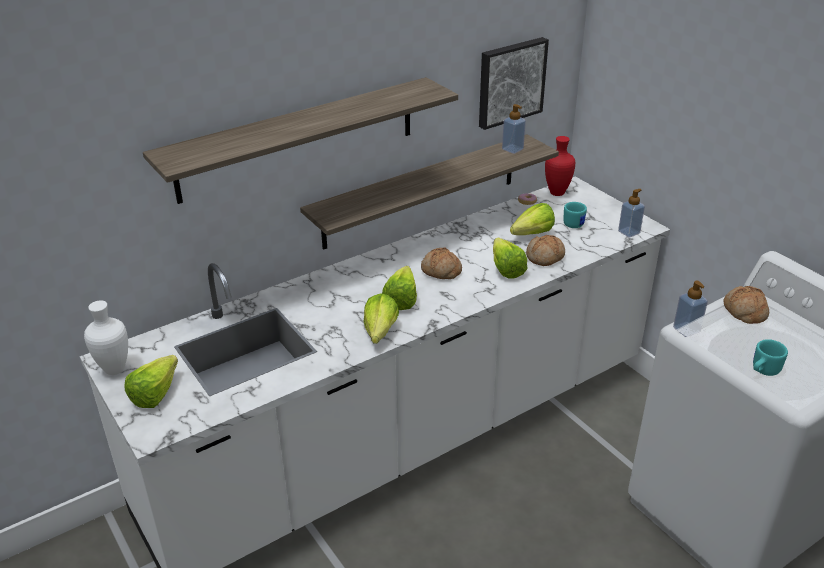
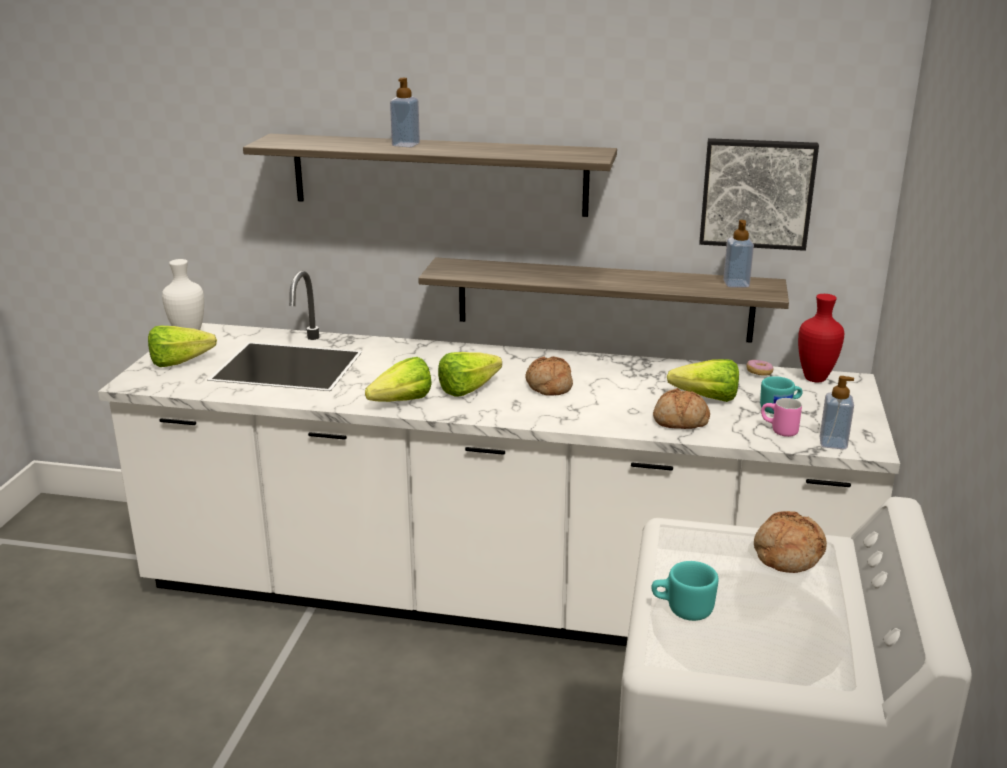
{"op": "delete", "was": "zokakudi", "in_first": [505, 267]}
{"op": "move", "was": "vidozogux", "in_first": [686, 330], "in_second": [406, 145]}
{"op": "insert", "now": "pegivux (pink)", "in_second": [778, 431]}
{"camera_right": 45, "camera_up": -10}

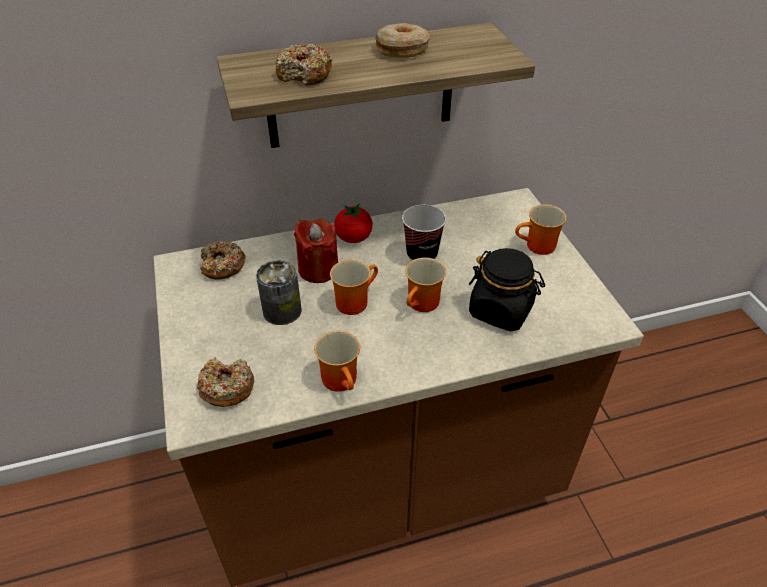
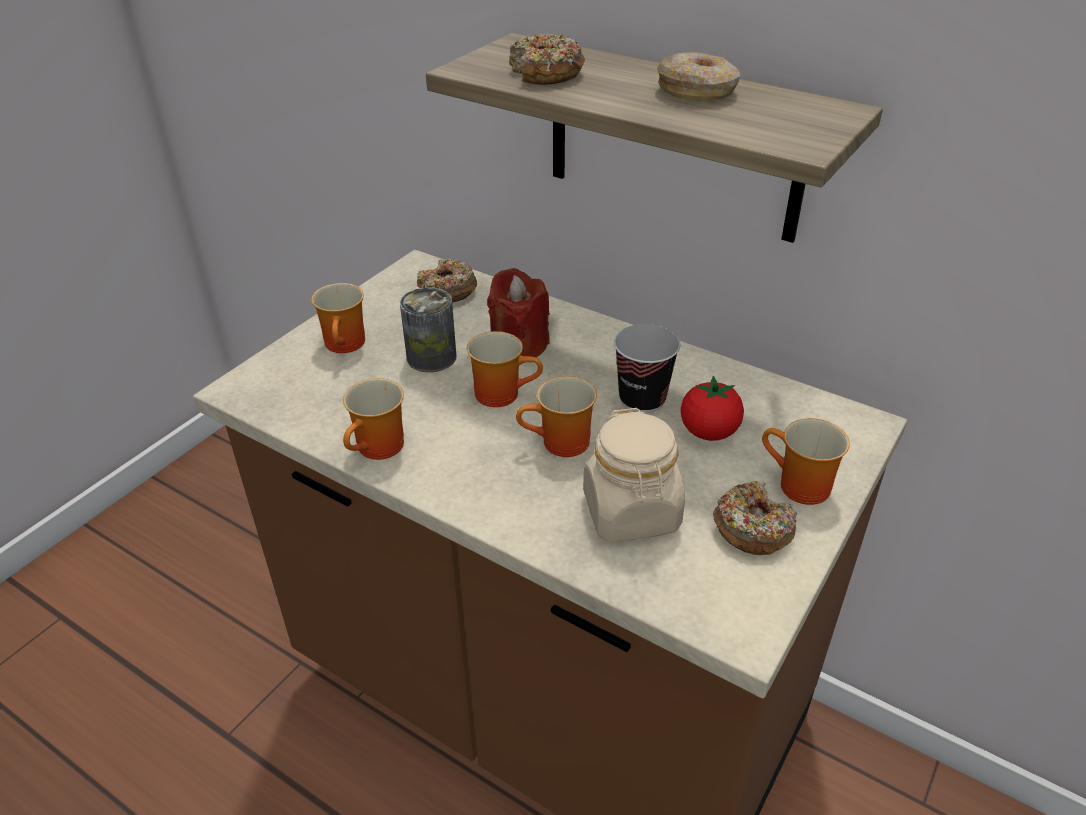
{"op": "move", "was": "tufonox", "in_first": [353, 238], "in_second": [708, 432]}
{"op": "recolor", "was": "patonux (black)", "now": "patonux (beige)", "in_first": [501, 310], "in_second": [631, 512]}
{"op": "move", "was": "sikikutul", "in_first": [227, 388], "in_second": [752, 528]}
{"op": "insert", "now": "pegivux", "in_second": [348, 345]}
{"camera_right": 50, "camera_up": -5}

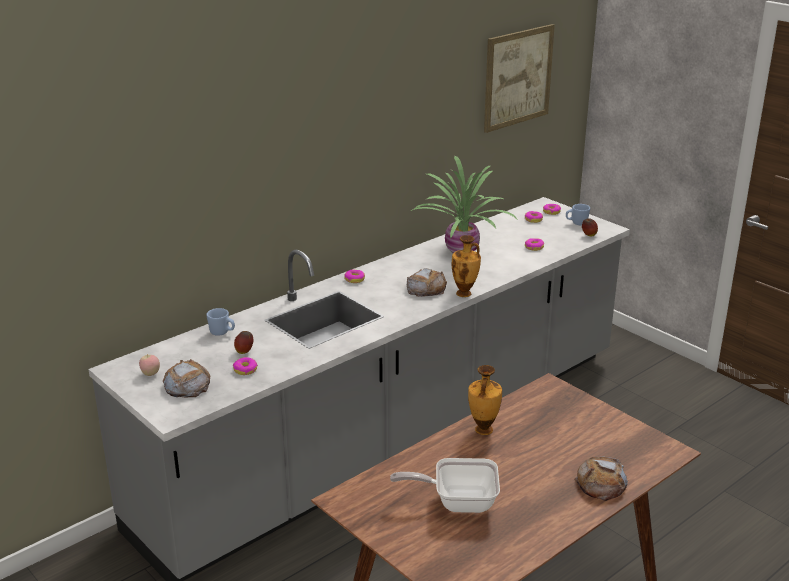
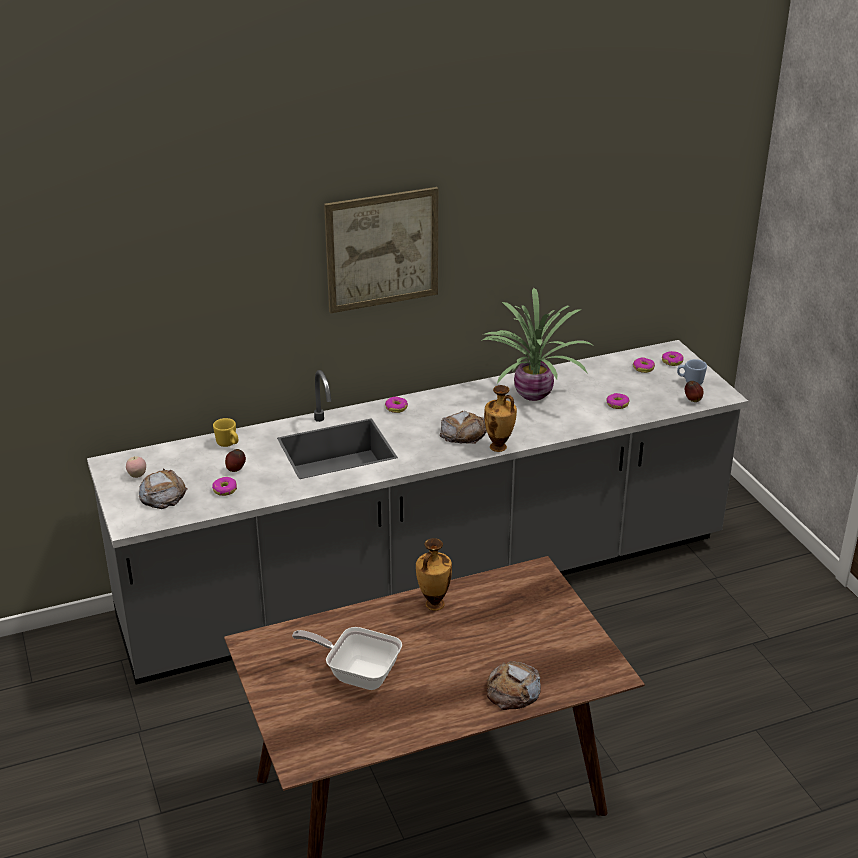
{"op": "move", "was": "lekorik", "in_first": [518, 77], "in_second": [382, 249]}
{"op": "recolor", "was": "pegivux (blue)", "now": "pegivux (yellow)", "in_first": [222, 333], "in_second": [228, 444]}
{"camera_right": 20, "camera_up": 5}

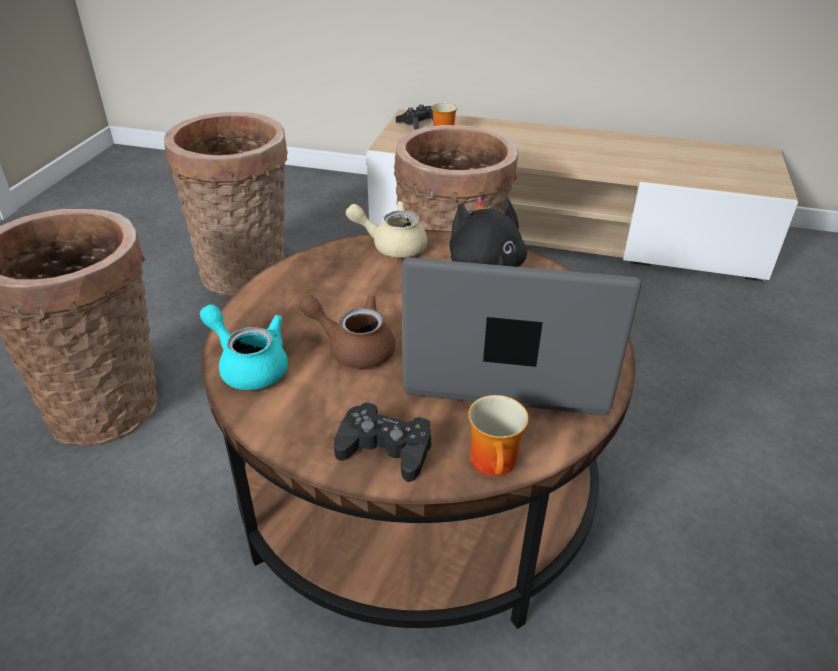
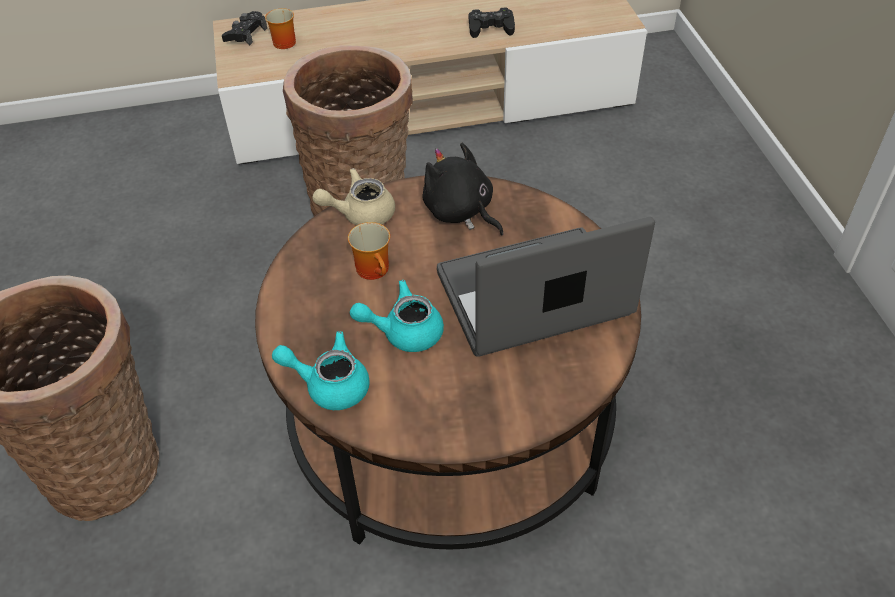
{"op": "delete", "was": "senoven", "in_first": [248, 274]}
{"op": "recolor", "was": "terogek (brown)", "now": "terogek (turquoise)", "in_first": [353, 347], "in_second": [403, 332]}
{"op": "move", "was": "pegivux", "in_first": [497, 463], "in_second": [376, 270]}
{"op": "move", "was": "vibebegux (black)", "in_first": [385, 449], "in_second": [491, 28]}
{"camera_right": -25, "camera_up": 10}

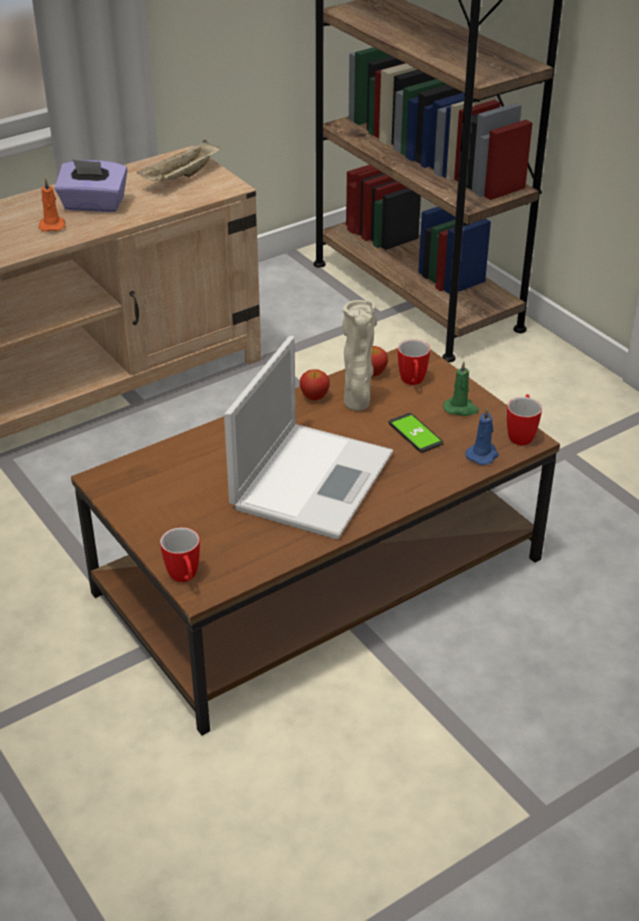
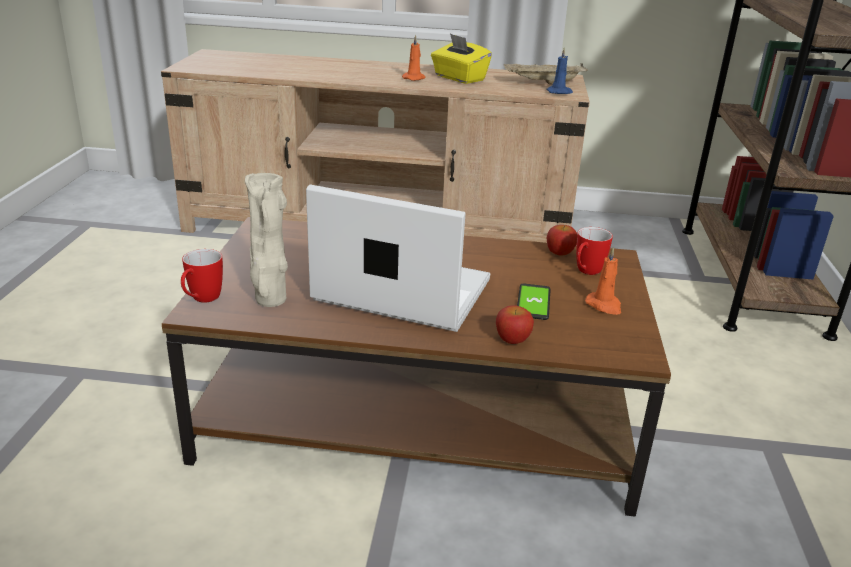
{"op": "recolor", "was": "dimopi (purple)", "now": "dimopi (yellow)", "in_first": [94, 205], "in_second": [459, 78]}
{"op": "move", "was": "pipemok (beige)", "in_first": [357, 404], "in_second": [270, 301]}
{"op": "rotate", "was": "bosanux", "in_first": [313, 478], "in_second": [399, 290], "clockwise": -135}
{"op": "recolor", "was": "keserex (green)", "now": "keserex (orange)", "in_first": [461, 409], "in_second": [604, 305]}
{"op": "move", "was": "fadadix", "in_first": [314, 397], "in_second": [512, 340]}
{"op": "delete", "was": "pegivux", "in_first": [521, 434]}
{"op": "move", "was": "keserex (blue)", "in_first": [483, 455], "in_second": [559, 92]}
{"camera_right": 40, "camera_up": -10}

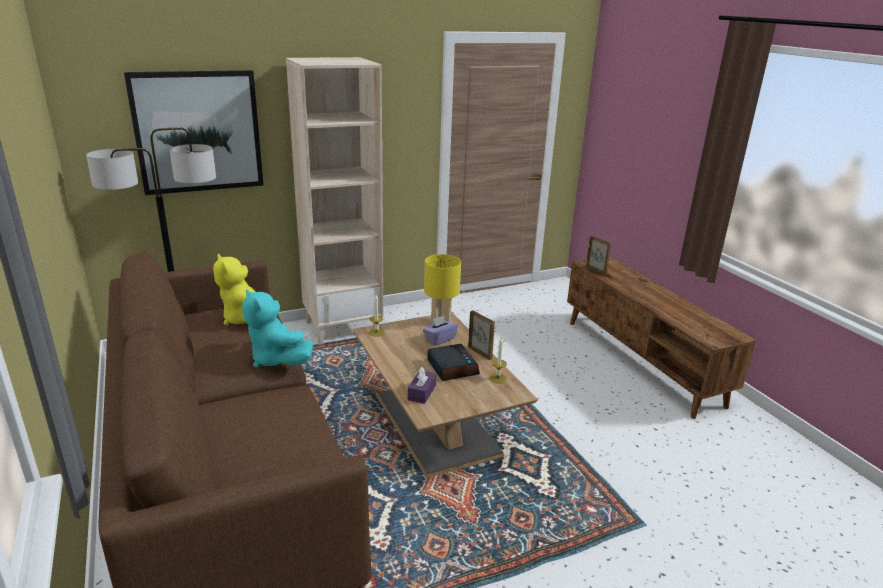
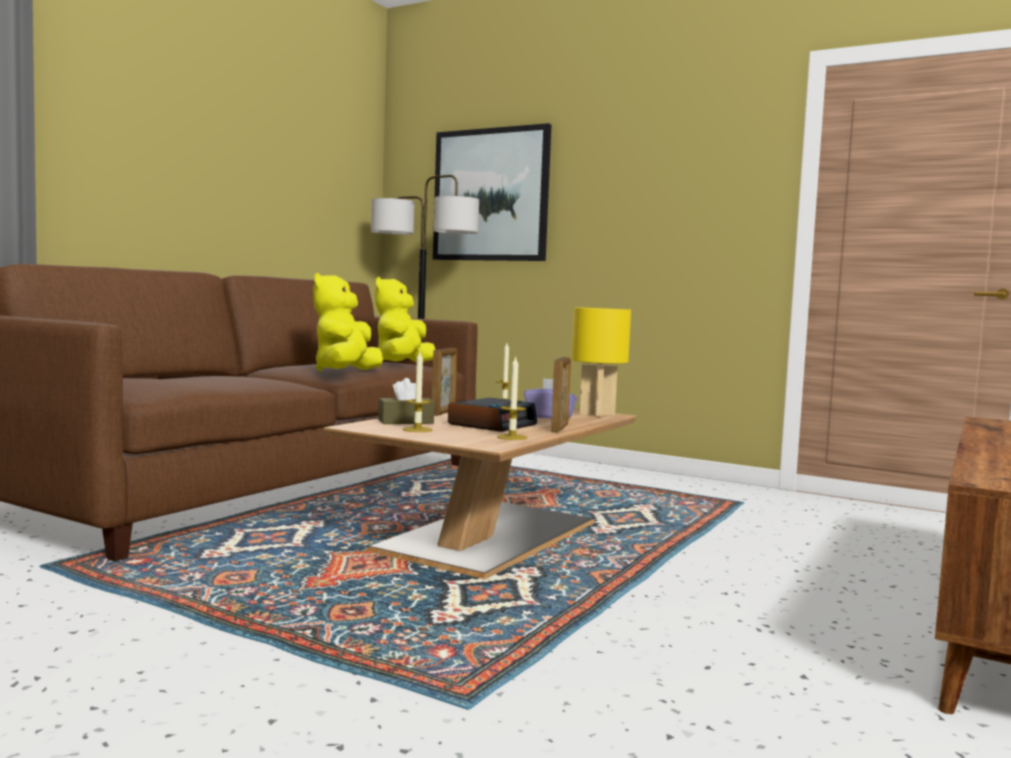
{"op": "delete", "was": "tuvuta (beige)", "in_first": [343, 327]}
{"op": "move", "was": "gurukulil", "in_first": [596, 270], "in_second": [444, 412]}
{"op": "recolor", "was": "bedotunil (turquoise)", "now": "bedotunil (yellow)", "in_first": [276, 359], "in_second": [345, 372]}
{"op": "recolor", "was": "dimopi (purple)", "now": "dimopi (brown)", "in_first": [421, 392], "in_second": [405, 422]}
{"op": "insert", "now": "keserex", "in_second": [417, 429]}
{"camera_right": 55, "camera_up": -20}

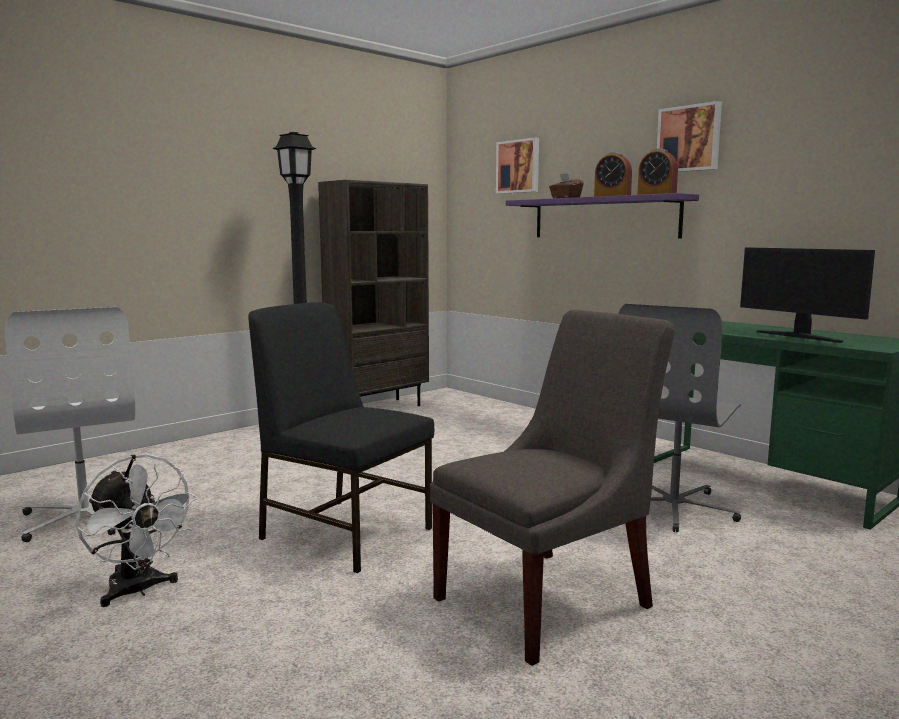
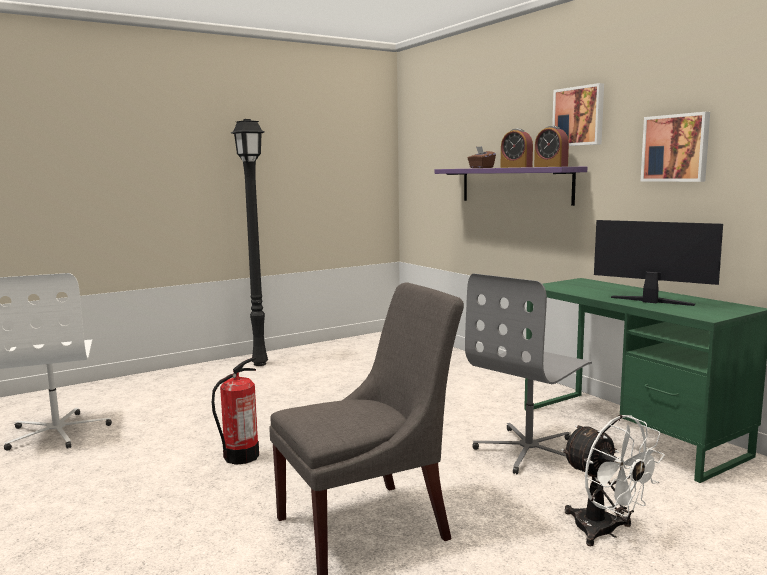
{"op": "move", "was": "lekorik", "in_first": [519, 166], "in_second": [676, 148]}
{"op": "delete", "was": "tuvuta (brown)", "in_first": [378, 408]}
{"op": "rotate", "was": "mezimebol", "in_first": [799, 336], "in_second": [651, 301], "clockwise": 150}
{"op": "replace", "was": "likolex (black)", "now": "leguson", "in_first": [345, 532], "in_second": [241, 456]}
{"op": "move", "was": "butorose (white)", "in_first": [138, 590], "in_second": [605, 532]}
{"camera_right": 10, "camera_up": 0}

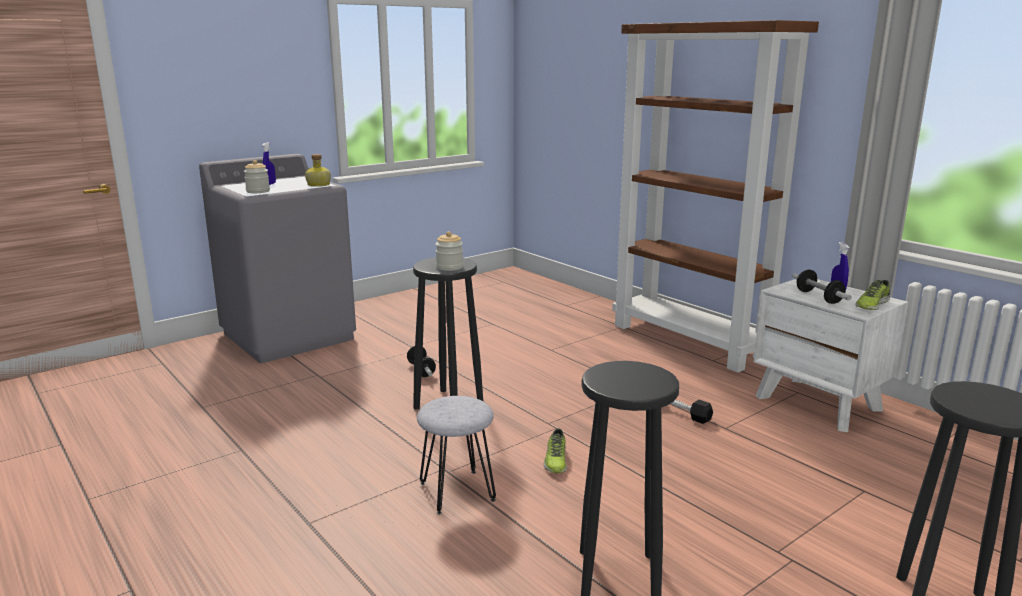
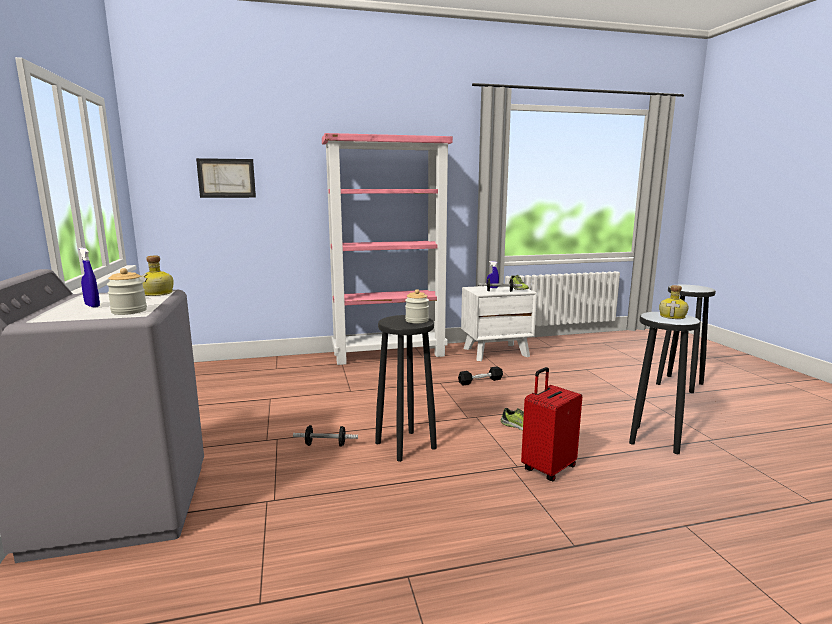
{"op": "recolor", "was": "tuvuta (brown)", "now": "tuvuta (pink)", "in_first": [690, 341], "in_second": [389, 354]}
{"op": "replace", "was": "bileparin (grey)", "now": "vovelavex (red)", "in_first": [457, 491], "in_second": [547, 468]}
{"op": "insert", "now": "lekorik", "in_second": [226, 178]}
{"op": "insert", "now": "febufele", "in_second": [673, 317]}
{"camera_right": -65, "camera_up": -5}

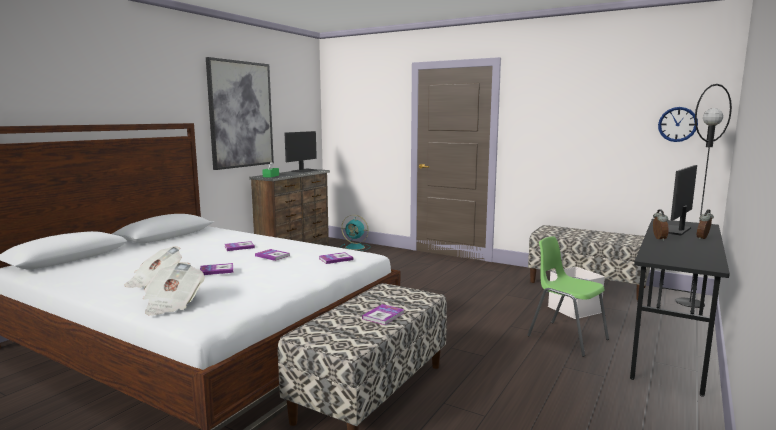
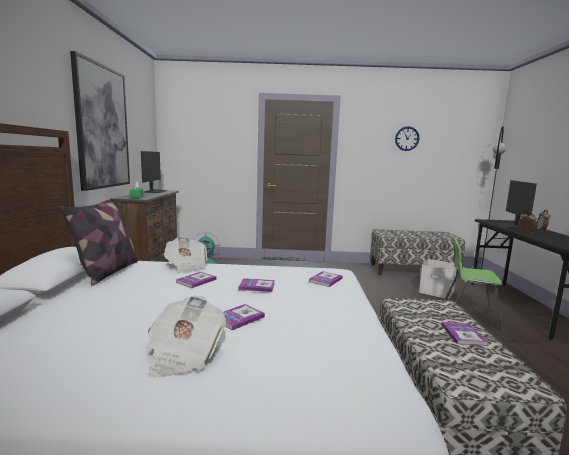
{"op": "move", "was": "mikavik", "in_first": [677, 124], "in_second": [407, 138]}
{"op": "move", "was": "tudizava", "in_first": [172, 304], "in_second": [186, 266]}
{"op": "insert", "now": "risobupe", "in_second": [107, 272]}
{"camera_right": -30, "camera_up": 0}

